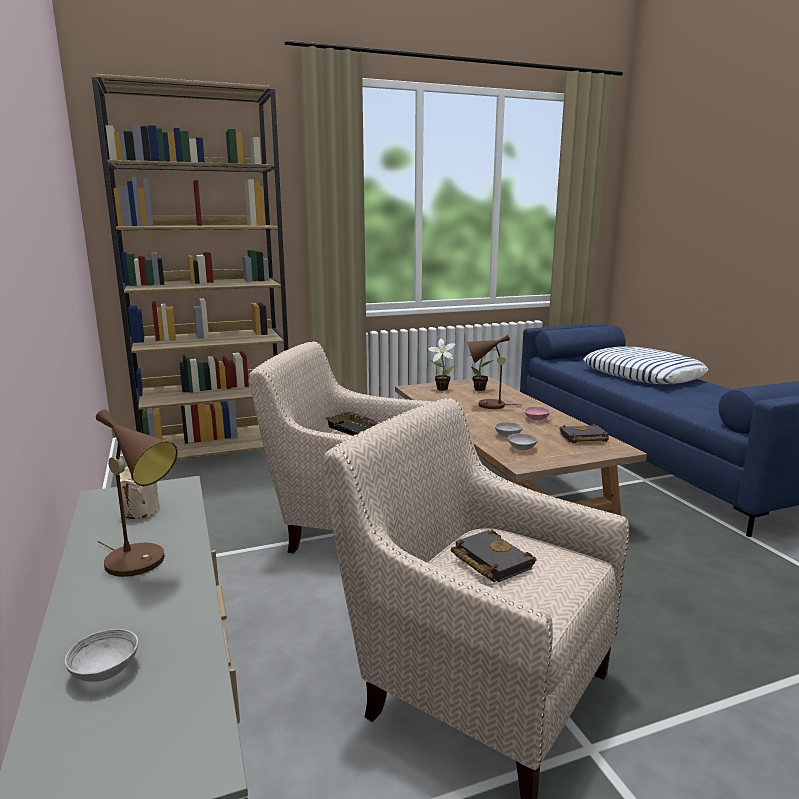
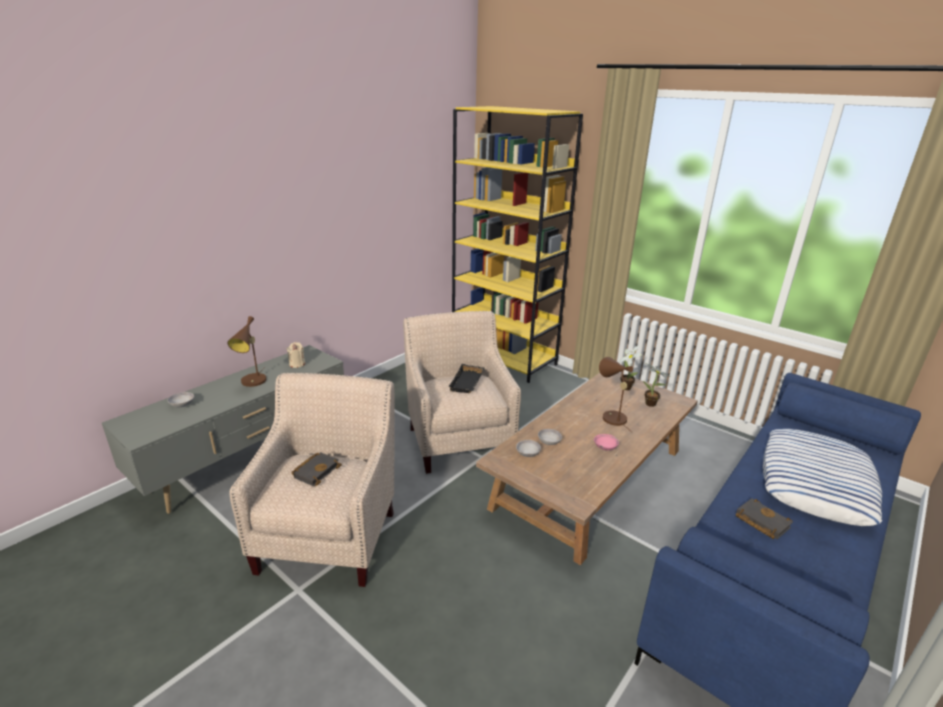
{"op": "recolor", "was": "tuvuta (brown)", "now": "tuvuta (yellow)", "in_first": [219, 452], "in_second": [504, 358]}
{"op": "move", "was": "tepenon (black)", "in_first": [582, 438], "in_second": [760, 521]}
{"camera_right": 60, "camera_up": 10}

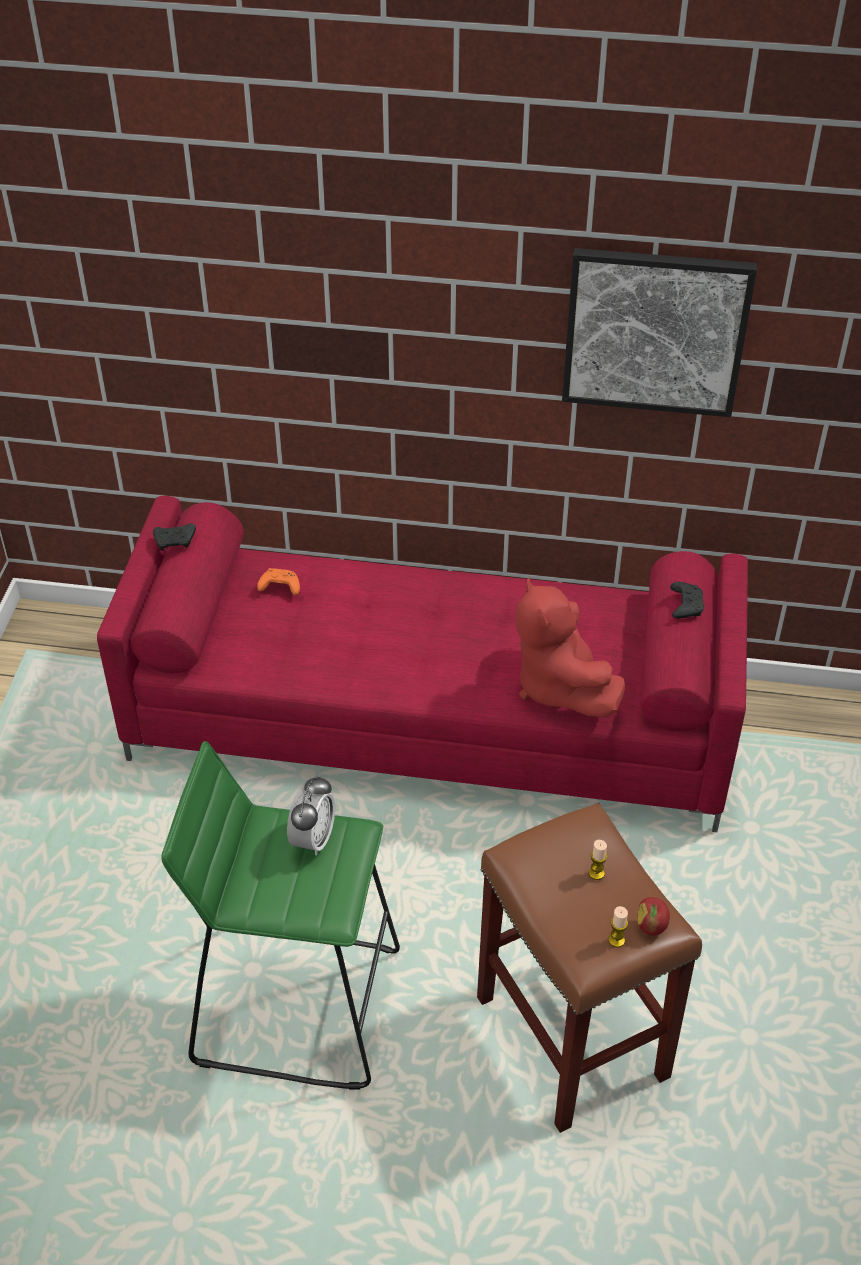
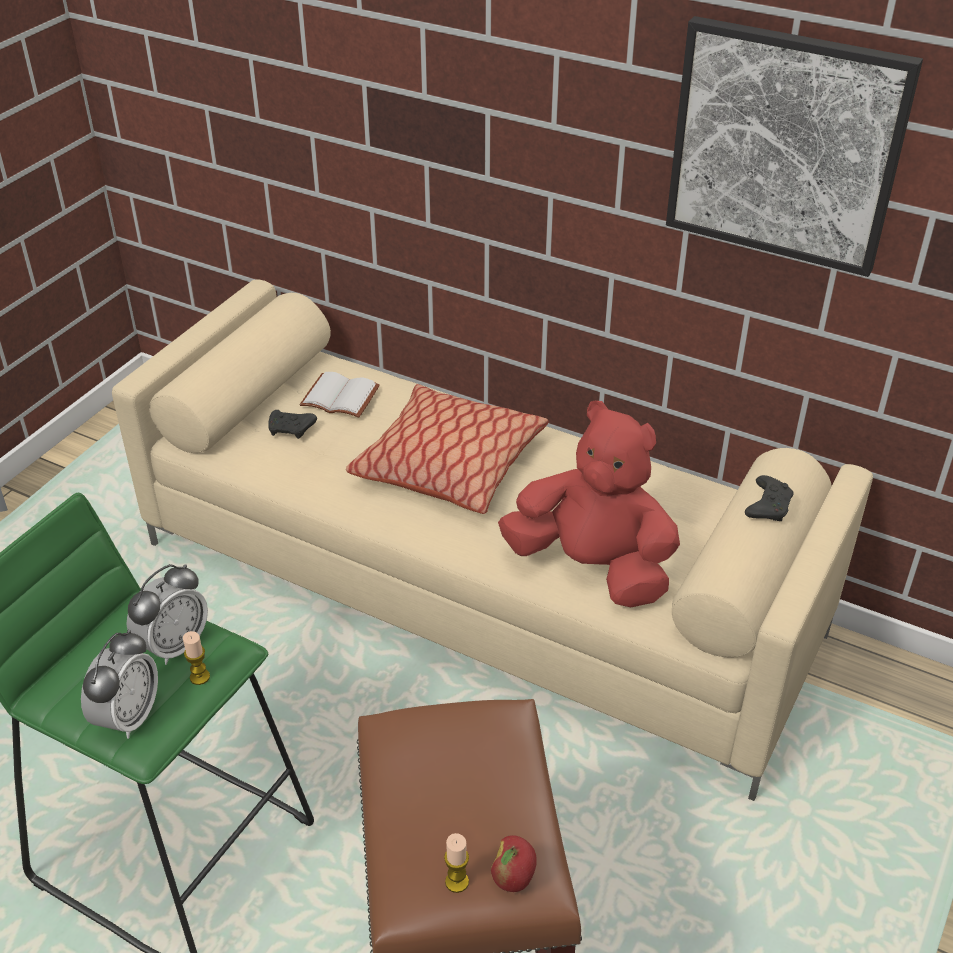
{"op": "recolor", "was": "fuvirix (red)", "now": "fuvirix (beige)", "in_first": [433, 722], "in_second": [480, 588]}
{"op": "move", "was": "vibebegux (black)", "in_first": [175, 541], "in_second": [291, 430]}
{"op": "replace", "was": "vibebegux (orange)", "now": "tepenon (white)", "in_first": [279, 587], "in_second": [342, 396]}
{"op": "rotate", "was": "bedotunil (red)", "in_first": [559, 686], "in_second": [592, 567], "clockwise": 120}
{"op": "move", "was": "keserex", "in_first": [596, 873], "in_second": [200, 677]}
{"op": "insert", "now": "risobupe", "in_second": [449, 465]}
{"op": "insert", "now": "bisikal", "in_second": [128, 717]}
{"camera_right": 20, "camera_up": -5}

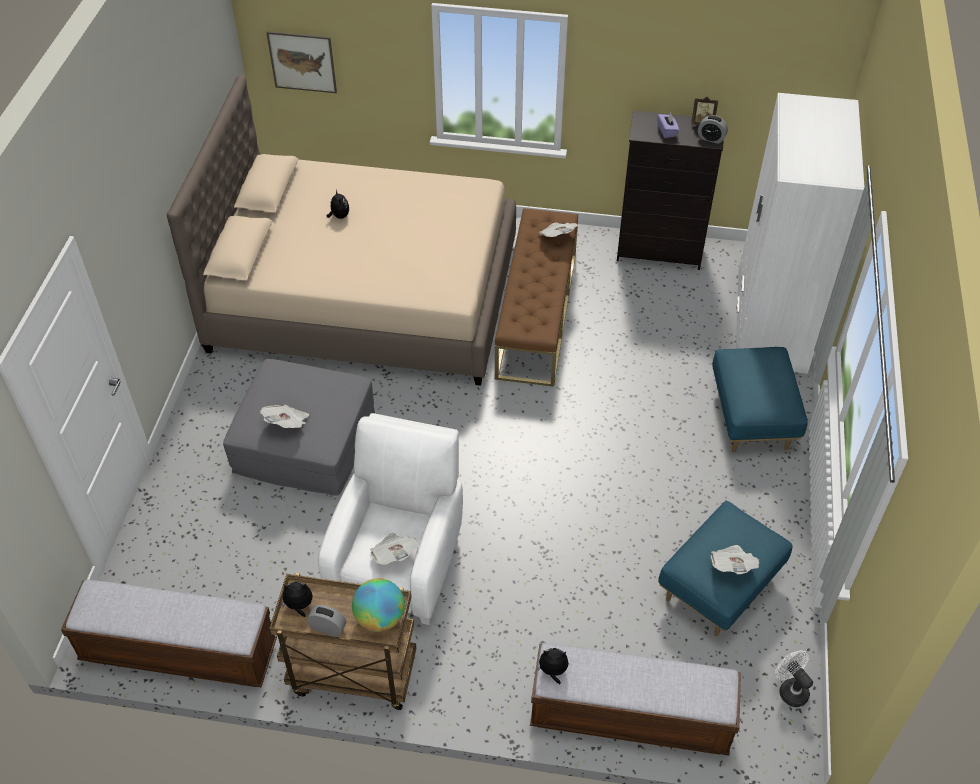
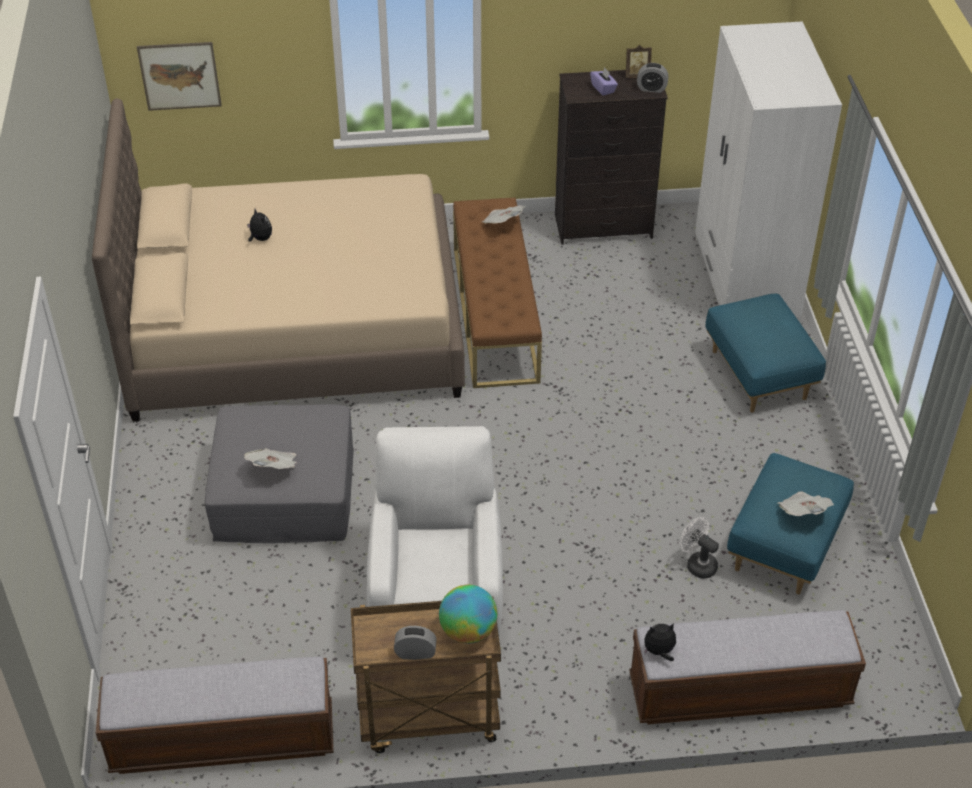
{"op": "delete", "was": "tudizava", "in_first": [394, 555]}
{"op": "delete", "was": "bedotunil", "in_first": [299, 606]}
{"op": "move", "was": "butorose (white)", "in_first": [790, 689], "in_second": [697, 564]}
{"camera_right": -15, "camera_up": -5}

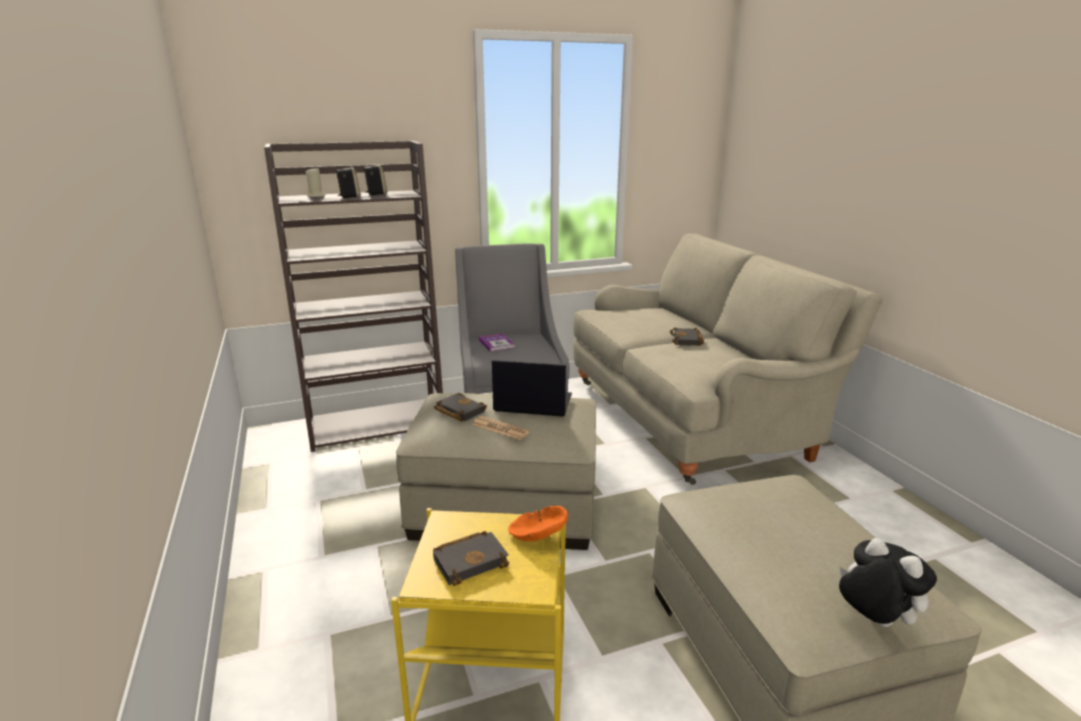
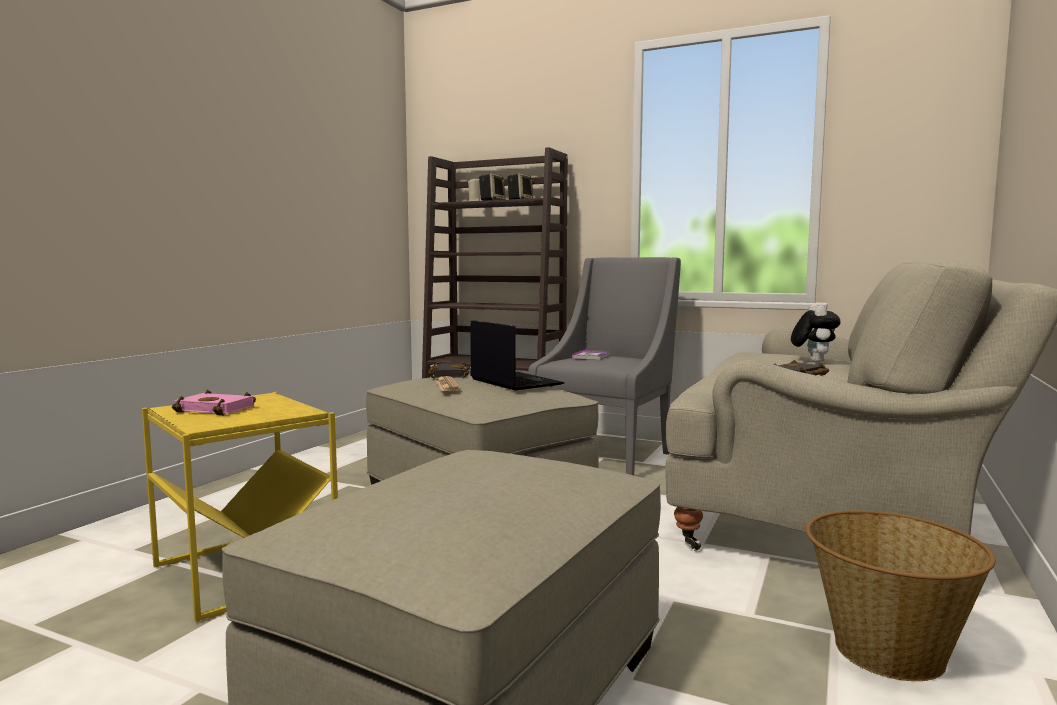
{"op": "delete", "was": "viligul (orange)", "in_first": [537, 535]}
{"op": "recolor", "was": "tepenon (black)", "now": "tepenon (pink)", "in_first": [471, 560], "in_second": [218, 409]}
{"op": "move", "was": "bedotunil", "in_first": [873, 621], "in_second": [812, 361]}
{"op": "insert", "now": "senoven", "in_second": [887, 650]}
{"camera_right": 45, "camera_up": -15}

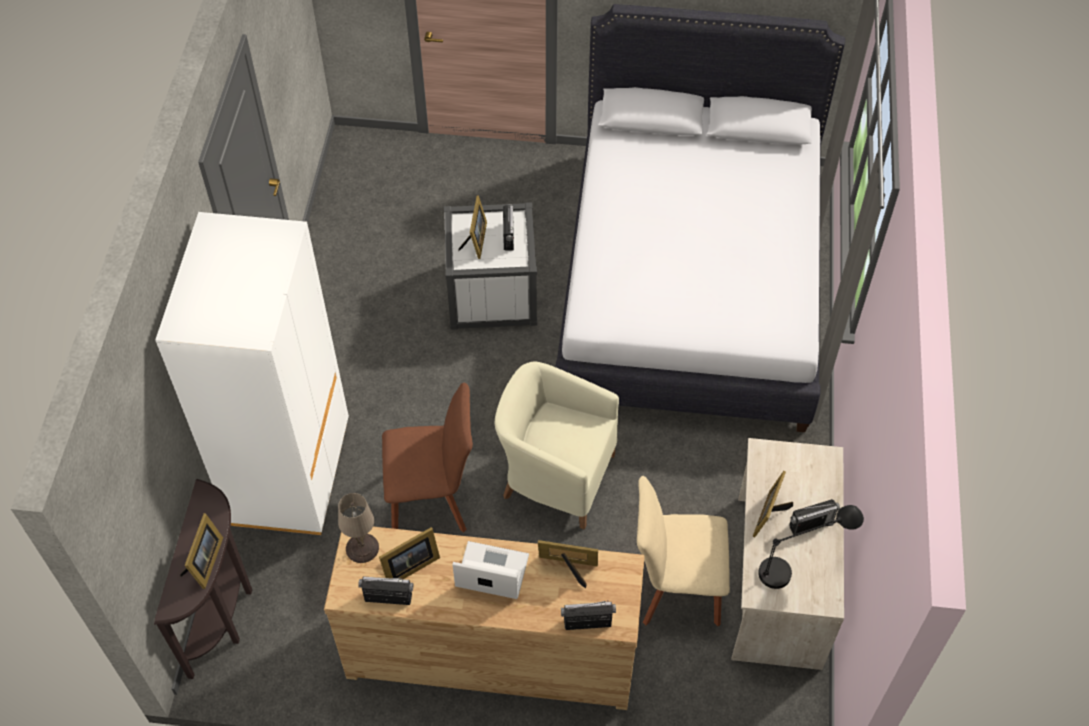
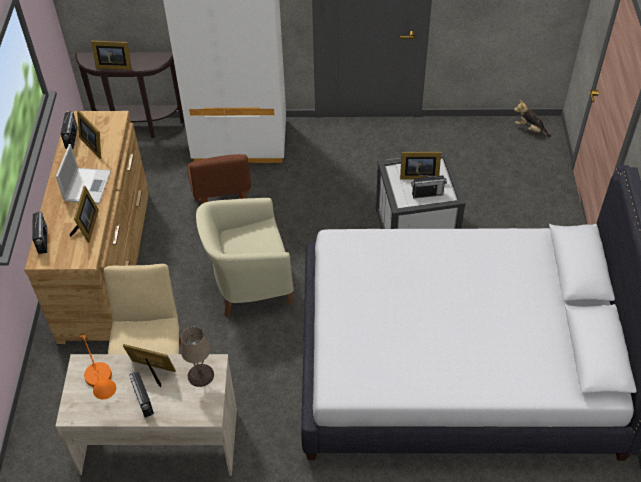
{"op": "rotate", "was": "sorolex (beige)", "in_first": [555, 476], "in_second": [249, 284], "clockwise": -120}
{"op": "move", "was": "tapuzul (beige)", "in_first": [361, 548], "in_second": [200, 375]}
{"op": "recolor", "was": "tapuzul (black)", "now": "tapuzul (orange)", "in_first": [801, 564], "in_second": [106, 394]}
{"op": "insert", "now": "bedotunil", "in_second": [530, 129]}
{"camera_right": 85, "camera_up": -5}

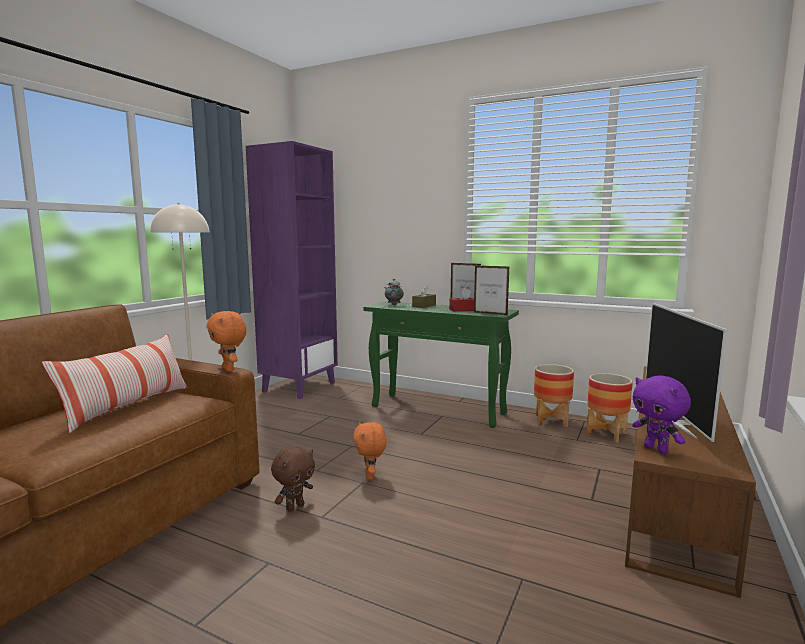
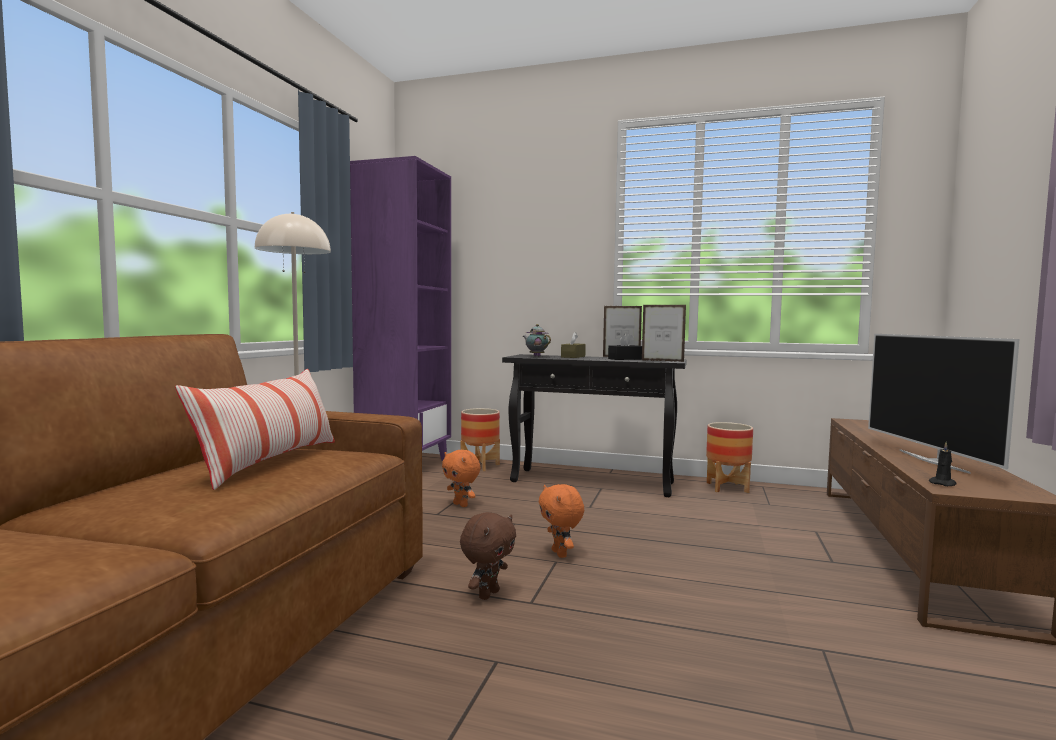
{"op": "recolor", "was": "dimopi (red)", "now": "dimopi (black)", "in_first": [463, 310], "in_second": [625, 359]}
{"op": "recolor", "was": "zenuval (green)", "now": "zenuval (black)", "in_first": [439, 410], "in_second": [593, 482]}
{"op": "move", "was": "bedotunil (orange)", "in_first": [229, 369], "in_second": [461, 505]}
{"op": "move", "was": "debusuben", "in_first": [606, 434], "in_second": [480, 466]}
{"op": "replace", "was": "bedotunil (purple)", "now": "keserex (black)", "in_first": [657, 449], "in_second": [943, 483]}
{"camera_right": -10, "camera_up": -5}

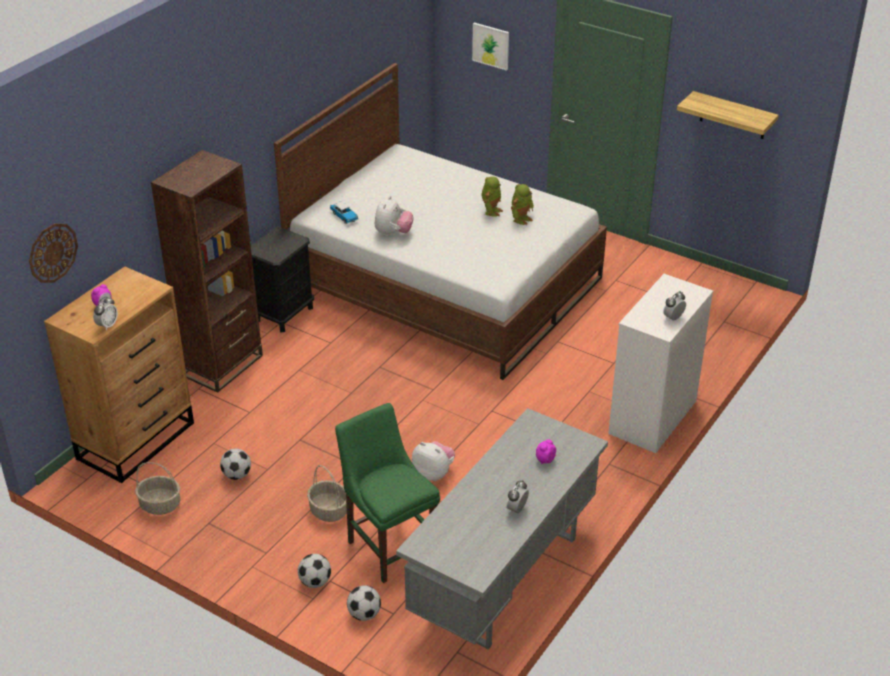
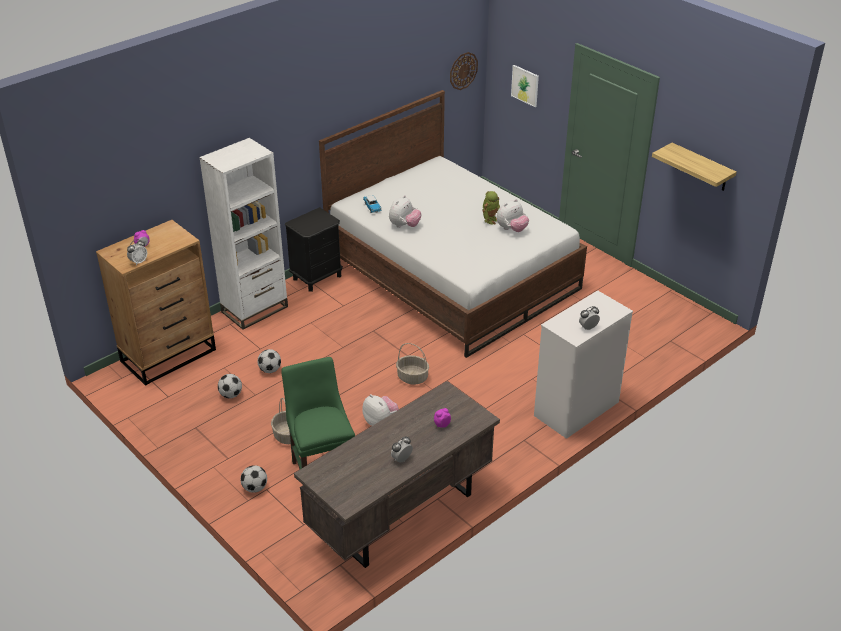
{"op": "recolor", "was": "tuvuta (brown)", "now": "tuvuta (white)", "in_first": [222, 365], "in_second": [255, 309]}
{"op": "replace", "was": "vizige", "now": "bedotunil", "in_first": [521, 219], "in_second": [511, 229]}
{"op": "move", "was": "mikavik", "in_first": [52, 252], "in_second": [463, 70]}
{"op": "recolor", "was": "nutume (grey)", "now": "nutume (brown)", "in_first": [503, 578], "in_second": [400, 515]}
{"op": "move", "was": "senoven", "in_first": [159, 505], "in_second": [412, 377]}
{"op": "move", "was": "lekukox", "in_first": [364, 614], "in_second": [270, 370]}
{"camera_right": 15, "camera_up": 0}

